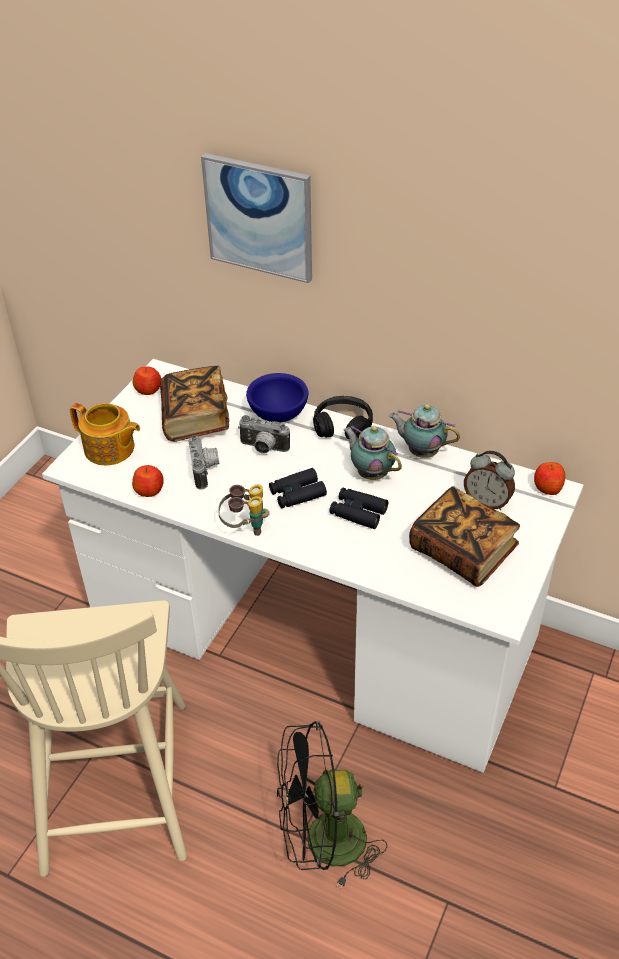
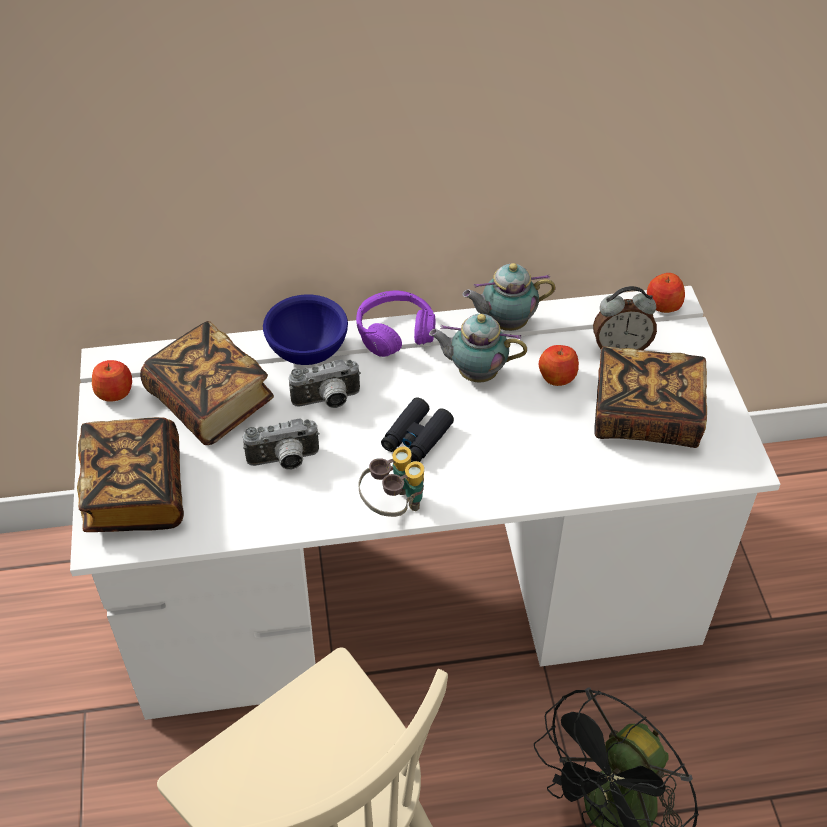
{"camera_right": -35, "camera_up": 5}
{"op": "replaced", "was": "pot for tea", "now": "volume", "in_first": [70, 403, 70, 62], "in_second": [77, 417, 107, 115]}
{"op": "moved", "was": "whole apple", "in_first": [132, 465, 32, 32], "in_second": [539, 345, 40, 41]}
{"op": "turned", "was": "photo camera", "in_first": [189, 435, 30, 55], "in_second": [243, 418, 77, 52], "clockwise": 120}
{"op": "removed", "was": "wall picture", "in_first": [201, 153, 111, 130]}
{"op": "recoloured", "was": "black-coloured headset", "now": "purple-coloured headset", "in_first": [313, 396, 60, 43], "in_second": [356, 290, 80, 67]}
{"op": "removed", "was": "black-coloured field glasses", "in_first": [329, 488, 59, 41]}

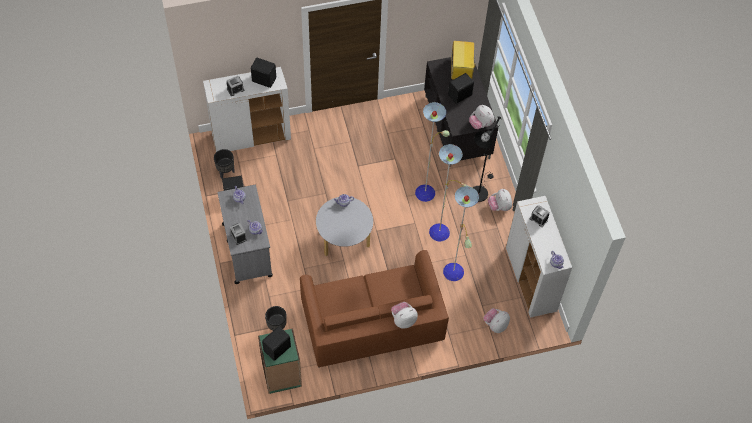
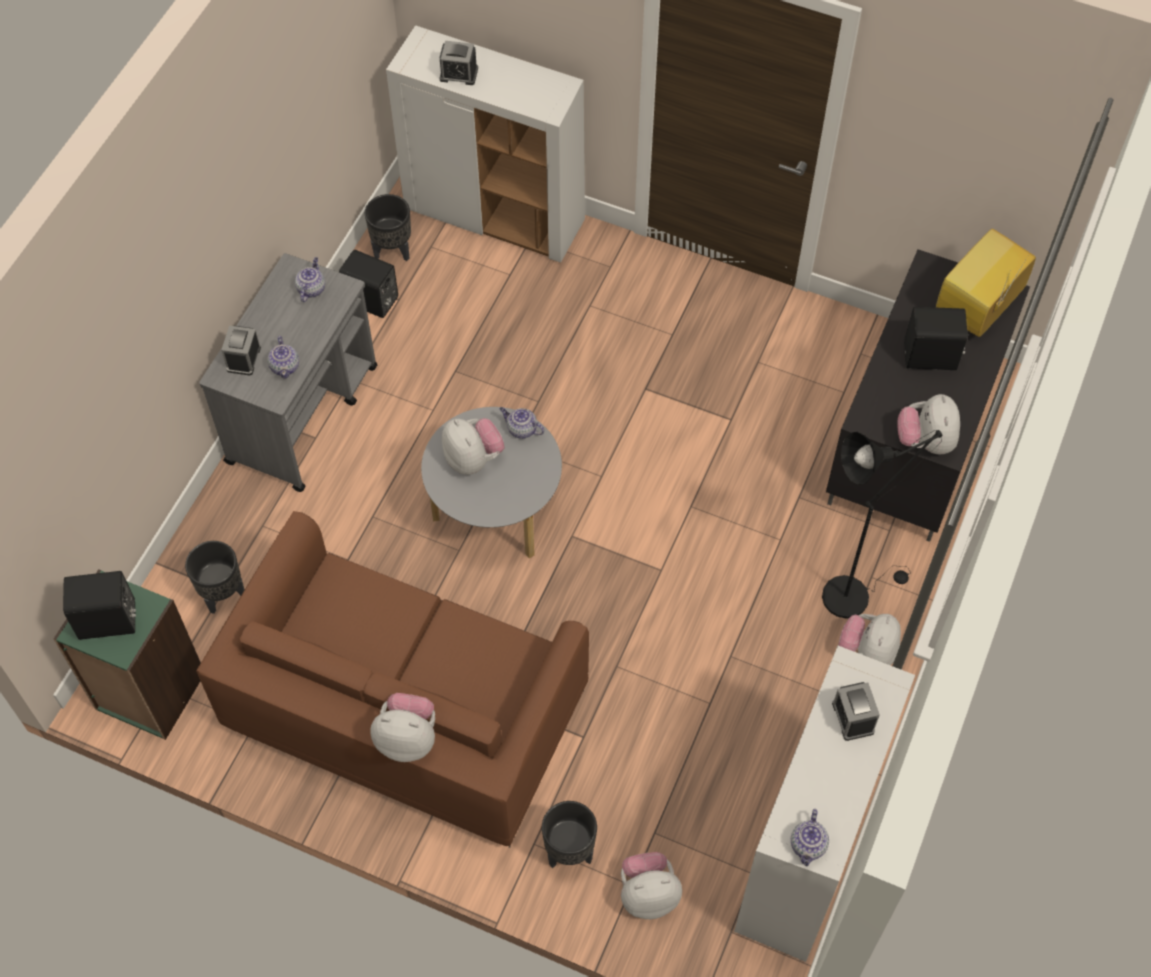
{"camera_right": 40, "camera_up": 0}
{"op": "removed", "was": "black-coloured speaker", "in_first": [251, 58, 25, 30]}
{"op": "removed", "was": "floor lamp", "in_first": [415, 102, 64, 179]}
{"op": "added", "now": "plush toy", "in_second": [442, 418, 63, 57]}
{"op": "added", "now": "black-coloured flower pot", "in_second": [542, 801, 55, 67]}

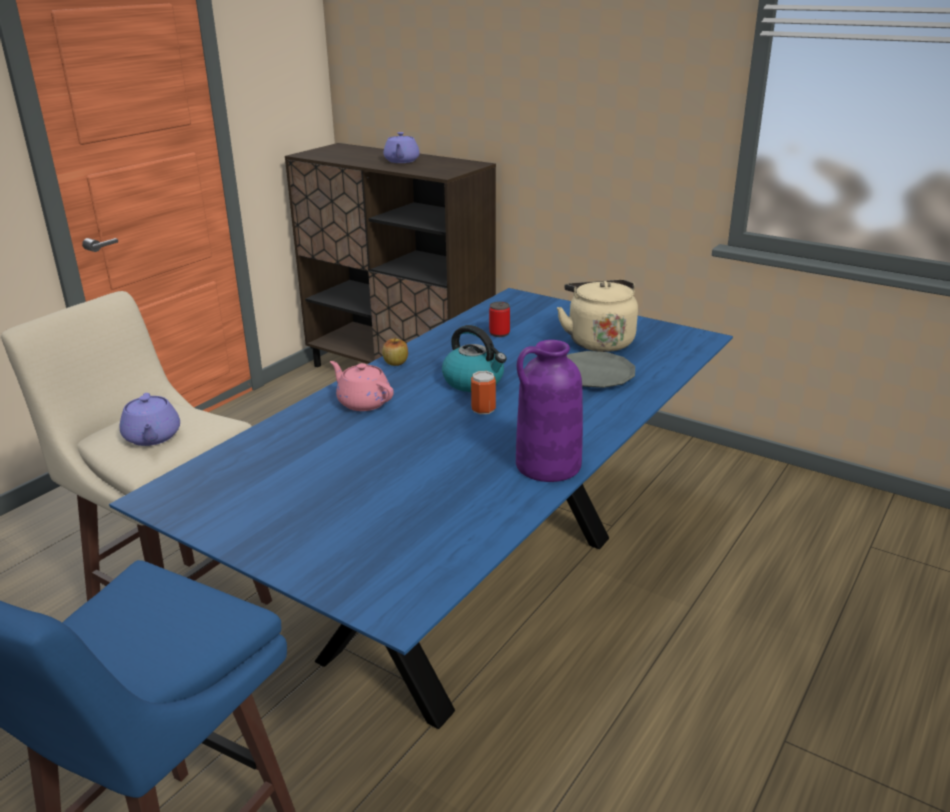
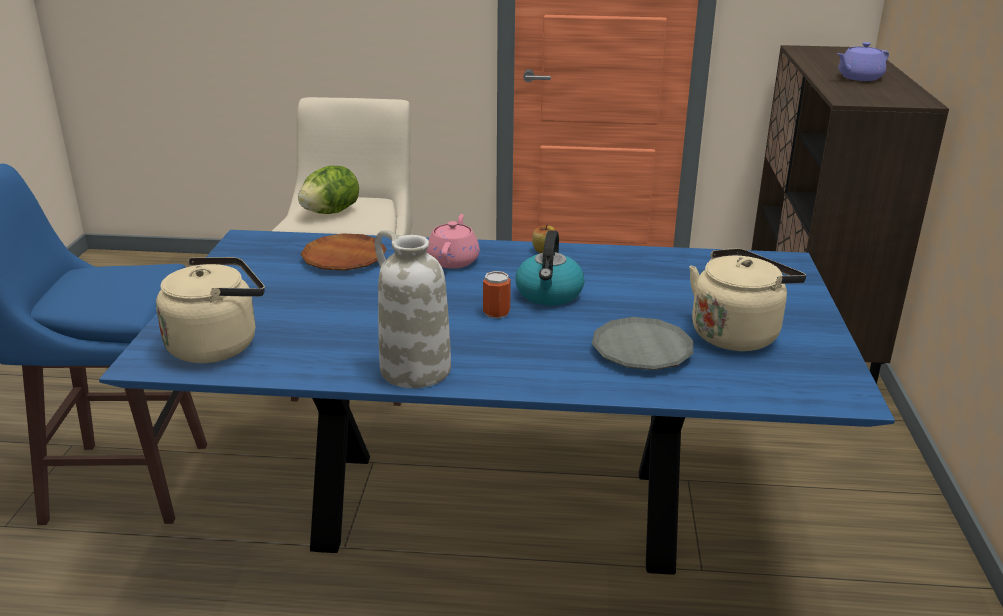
{"camera_right": 60, "camera_up": 0}
{"op": "replaced", "was": "purple-coloured pot for tea", "now": "lettuce", "in_first": [119, 393, 61, 53], "in_second": [298, 166, 61, 48]}
{"op": "removed", "was": "sealed can", "in_first": [489, 302, 21, 35]}
{"op": "recoloured", "was": "purple-coloured vase", "now": "white-coloured vase", "in_first": [516, 340, 67, 142], "in_second": [375, 230, 76, 158]}
{"op": "added", "now": "beige tea kettle", "in_second": [156, 257, 109, 106]}
{"op": "added", "now": "brown flat dish", "in_second": [301, 233, 86, 38]}

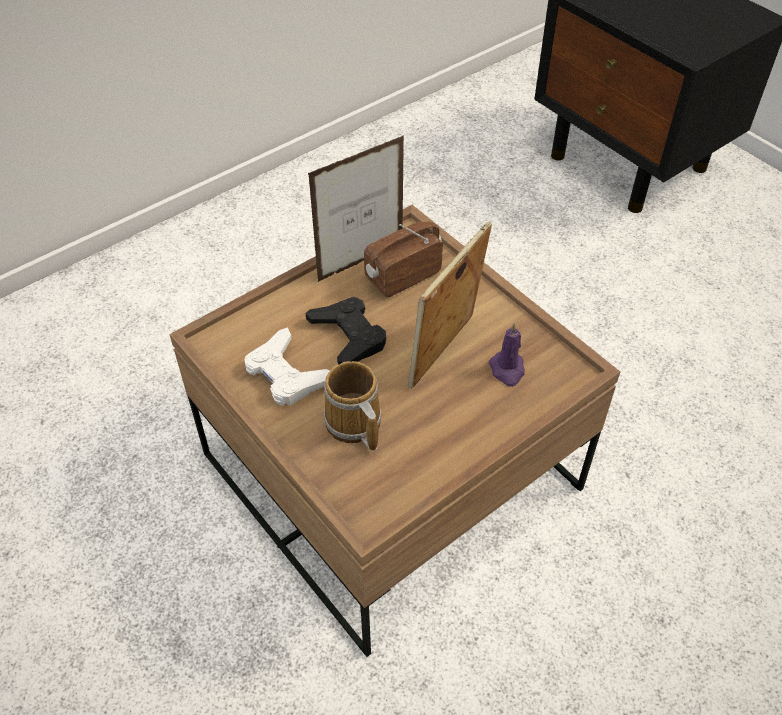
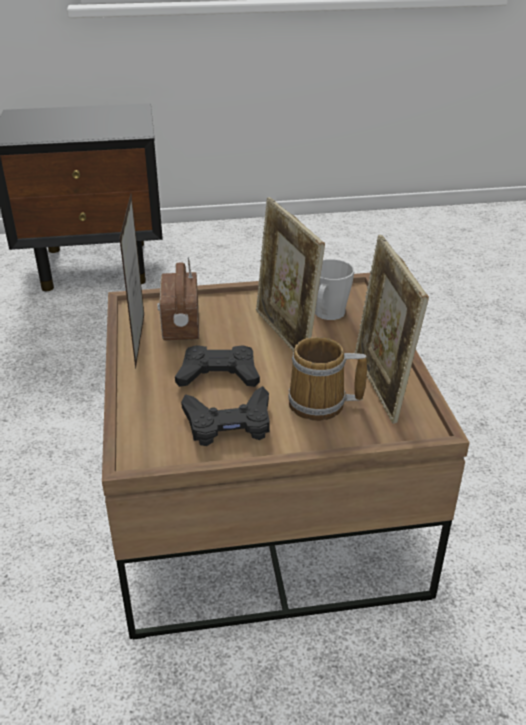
{"camera_right": -60, "camera_up": -15}
{"op": "recoloured", "was": "white-coloured gamepad", "now": "black-coloured gamepad", "in_first": [244, 327, 86, 79], "in_second": [181, 386, 89, 60]}
{"op": "replaced", "was": "purple-coloured candle", "now": "greyish tea mug", "in_first": [489, 322, 36, 65], "in_second": [315, 259, 39, 61]}
{"op": "added", "now": "photo frame", "in_second": [354, 235, 75, 189]}

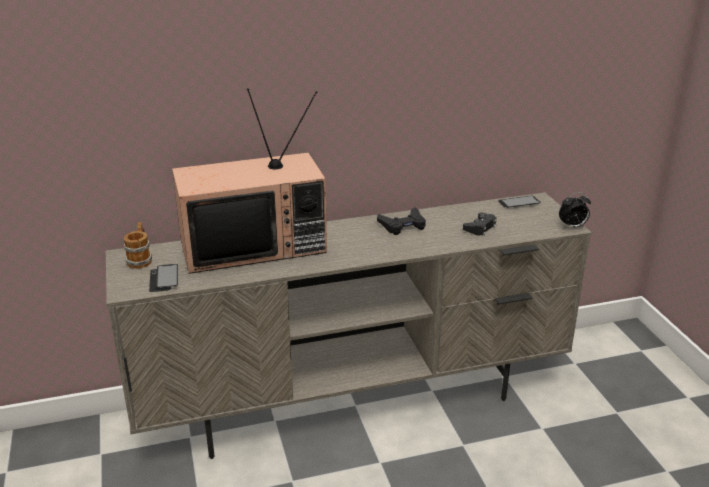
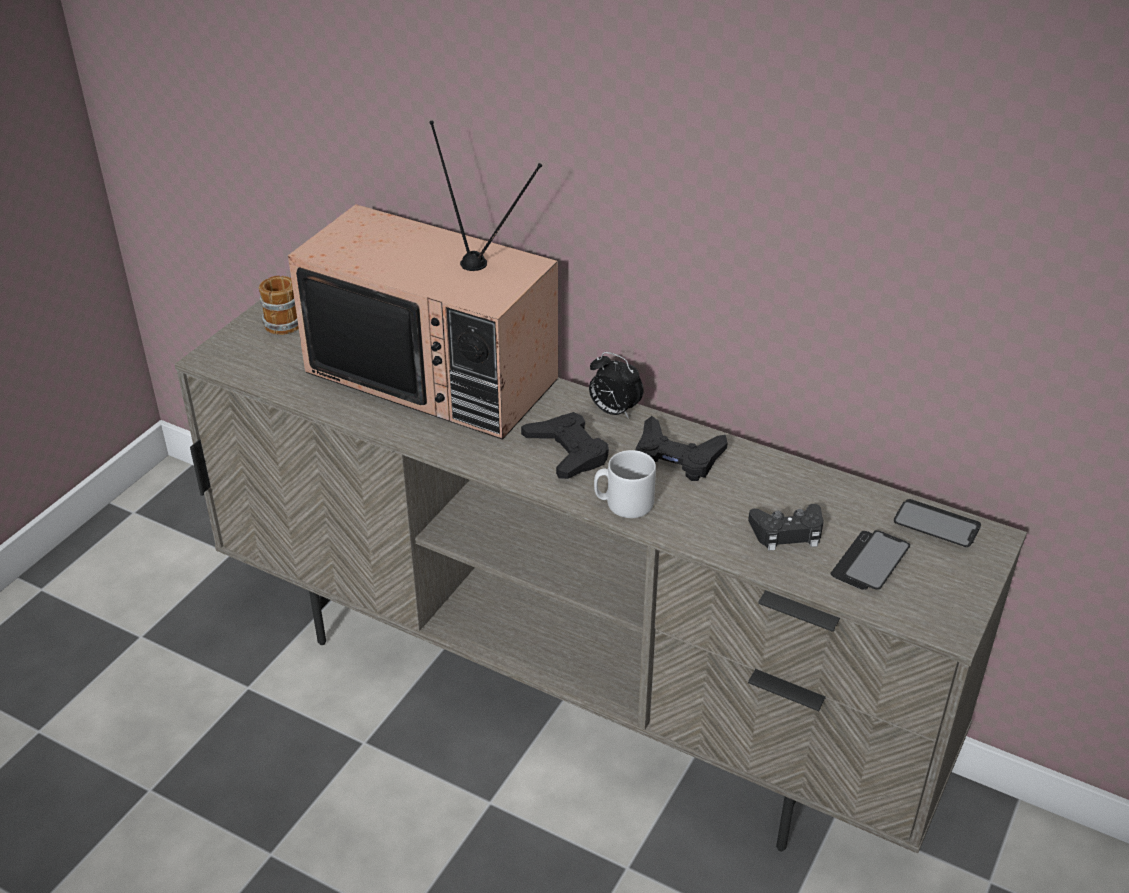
{"camera_right": 45, "camera_up": 10}
{"op": "moved", "was": "handset", "in_first": [149, 264, 29, 28], "in_second": [830, 530, 80, 60]}
{"op": "moved", "was": "table clock", "in_first": [559, 192, 32, 37], "in_second": [589, 352, 54, 67]}
{"op": "added", "now": "black-coloured gamepad", "in_second": [521, 412, 88, 67]}
{"op": "added", "now": "greyish tea mug", "in_second": [594, 450, 62, 68]}

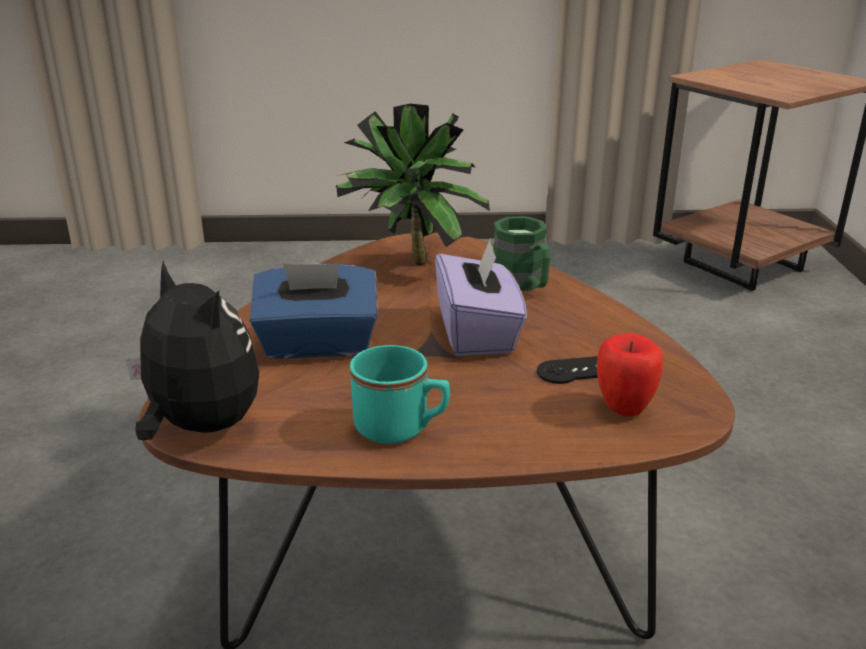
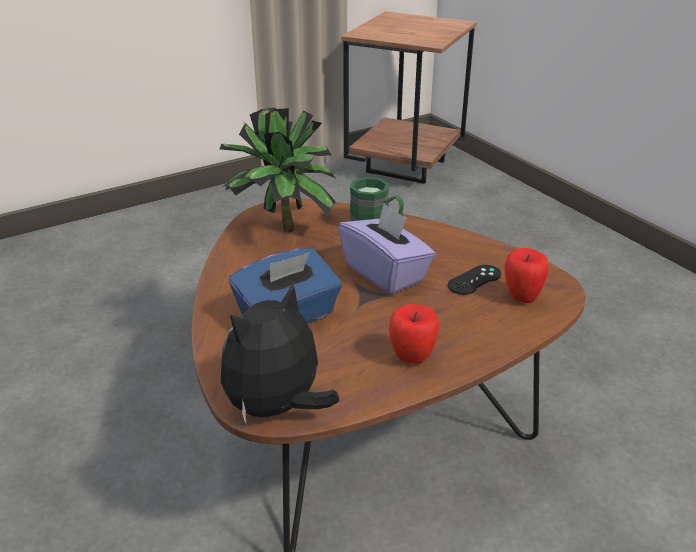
{"camera_right": -30, "camera_up": 5}
{"op": "turned", "was": "plush toy", "in_first": [126, 261, 133, 179], "in_second": [221, 282, 118, 145], "clockwise": -60}
{"op": "replaced", "was": "turquoise tea mug", "now": "whole apple", "in_first": [350, 345, 100, 99], "in_second": [389, 304, 50, 60]}

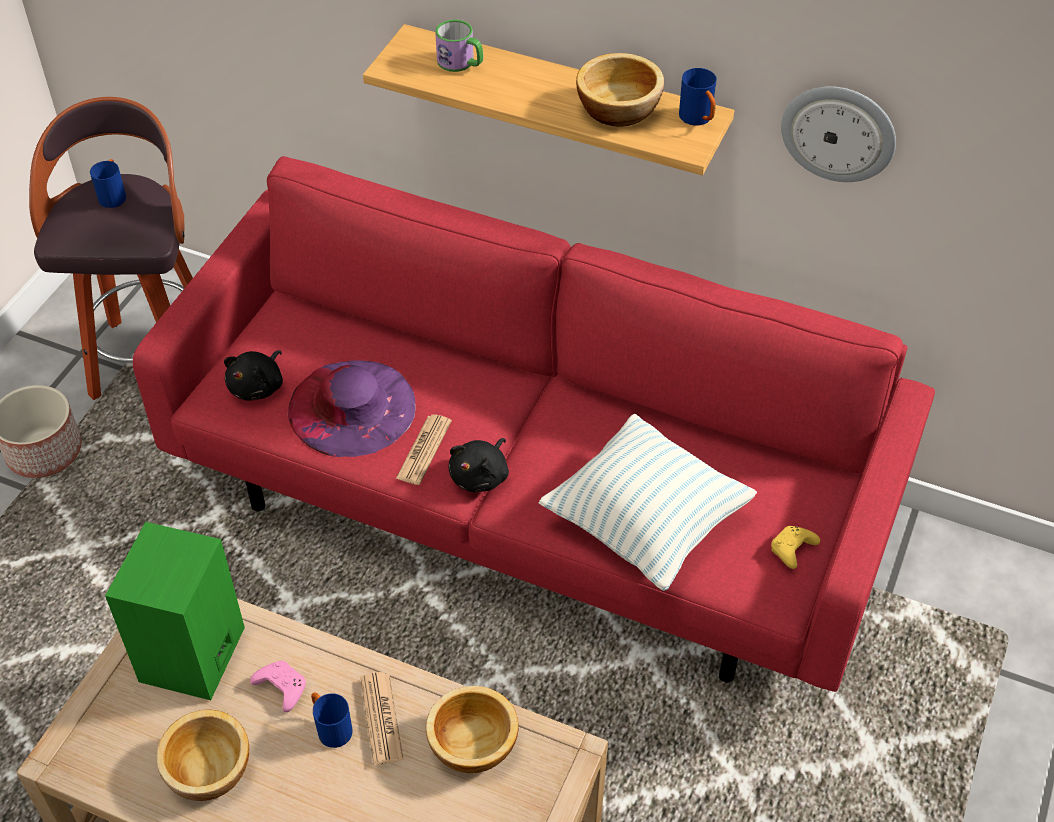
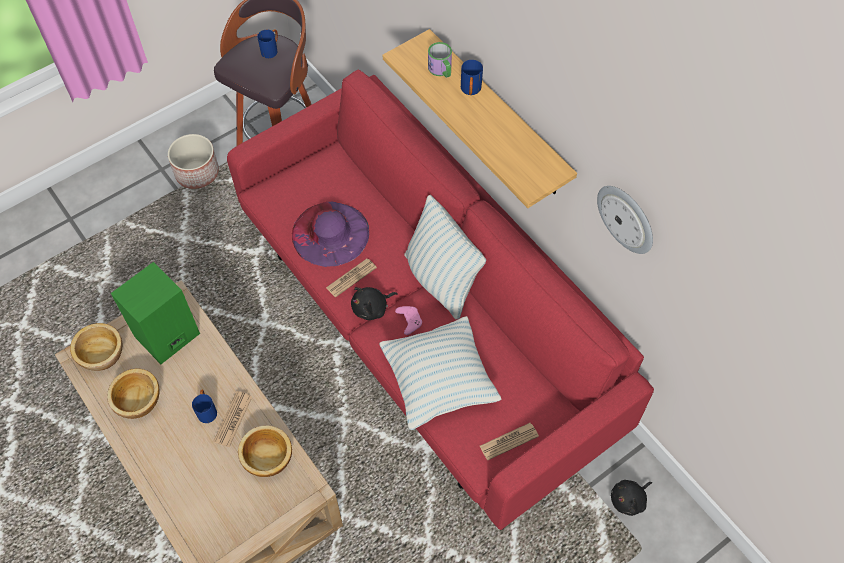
{"camera_right": 30, "camera_up": 10}
{"op": "moved", "was": "black-coloured plush toy", "in_first": [224, 350, 59, 51], "in_second": [611, 480, 41, 36]}
{"op": "moved", "was": "pink-coloured gamepad", "in_first": [250, 661, 56, 51], "in_second": [395, 306, 27, 29]}
{"op": "moved", "was": "serving bowl", "in_first": [576, 53, 88, 74], "in_second": [70, 323, 52, 48]}
{"op": "moved", "was": "blue-coloured tea mug", "in_first": [679, 68, 38, 57], "in_second": [461, 60, 22, 35]}
{"op": "replaced", "was": "yellowish gamepad", "now": "newspaper", "in_first": [771, 526, 49, 43], "in_second": [480, 423, 59, 38]}
{"op": "added", "now": "pillow", "in_second": [404, 195, 82, 125]}

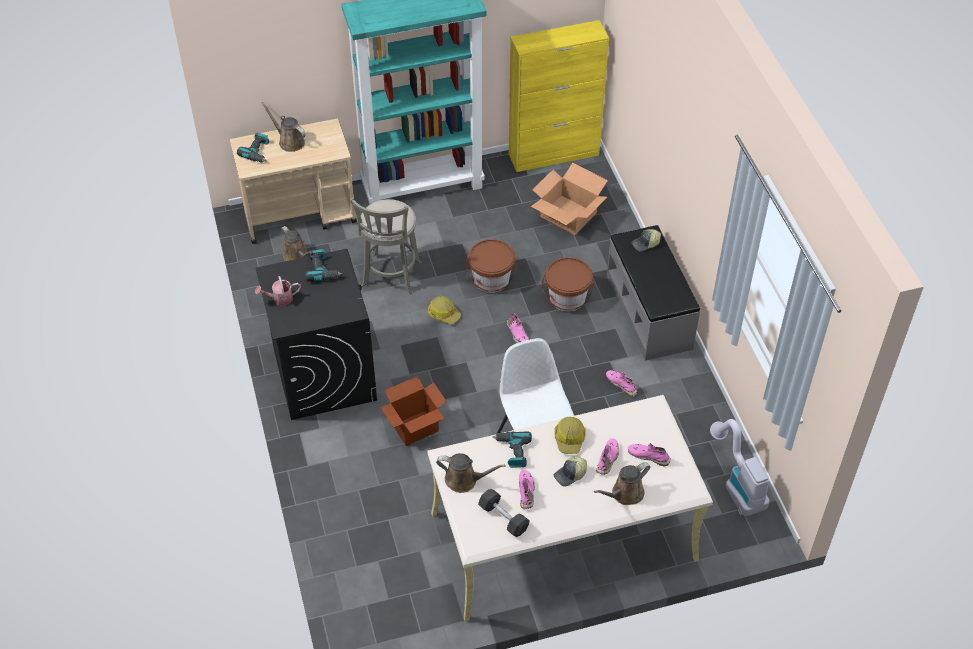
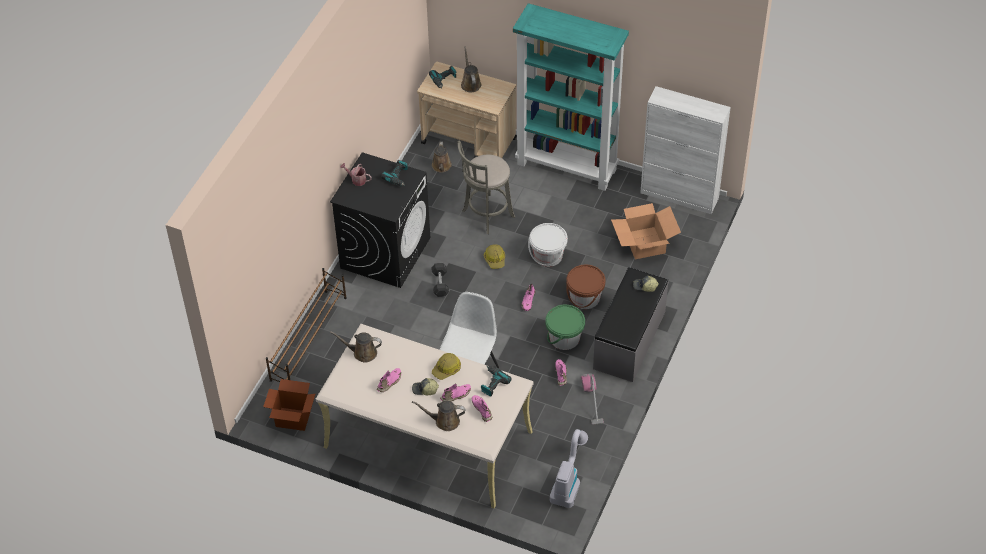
{"camera_right": 40, "camera_up": 0}
{"op": "moved", "was": "cardboard box", "in_first": [381, 376, 66, 70], "in_second": [263, 379, 52, 52]}
{"op": "turned", "was": "brown watering can", "in_first": [436, 453, 70, 40], "in_second": [330, 331, 52, 31], "clockwise": 135}
{"op": "recoloured", "was": "brown pail", "now": "white-coloured pail", "in_first": [466, 239, 51, 54], "in_second": [528, 223, 40, 44]}
{"op": "moved", "was": "greyish dumbbell", "in_first": [478, 489, 52, 48], "in_second": [431, 263, 18, 34]}
{"op": "moved", "was": "power drill", "in_first": [492, 431, 40, 37], "in_second": [481, 366, 31, 31]}
{"op": "recoloured", "was": "yellowish cabinet", "now": "white-coloured cabinet", "in_first": [509, 20, 100, 152], "in_second": [640, 86, 91, 128]}
{"op": "added", "now": "brown shoe stand", "in_second": [266, 268, 81, 114]}
{"op": "added", "now": "green-coloured pail", "in_second": [545, 305, 40, 45]}
{"op": "added", "now": "hoover", "in_second": [581, 374, 23, 51]}

